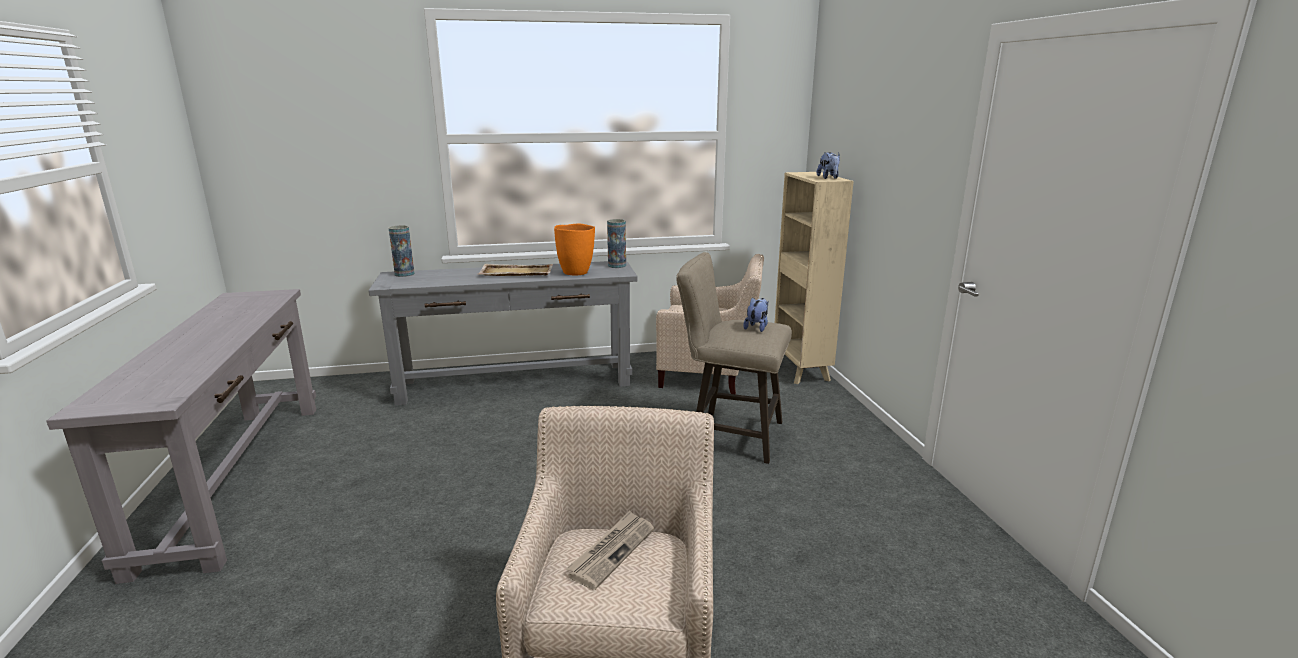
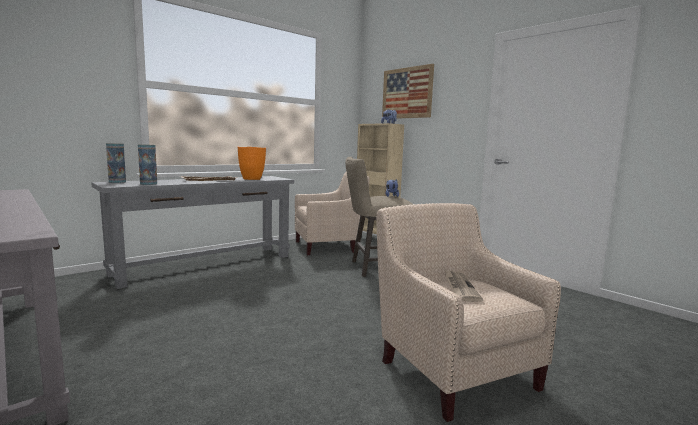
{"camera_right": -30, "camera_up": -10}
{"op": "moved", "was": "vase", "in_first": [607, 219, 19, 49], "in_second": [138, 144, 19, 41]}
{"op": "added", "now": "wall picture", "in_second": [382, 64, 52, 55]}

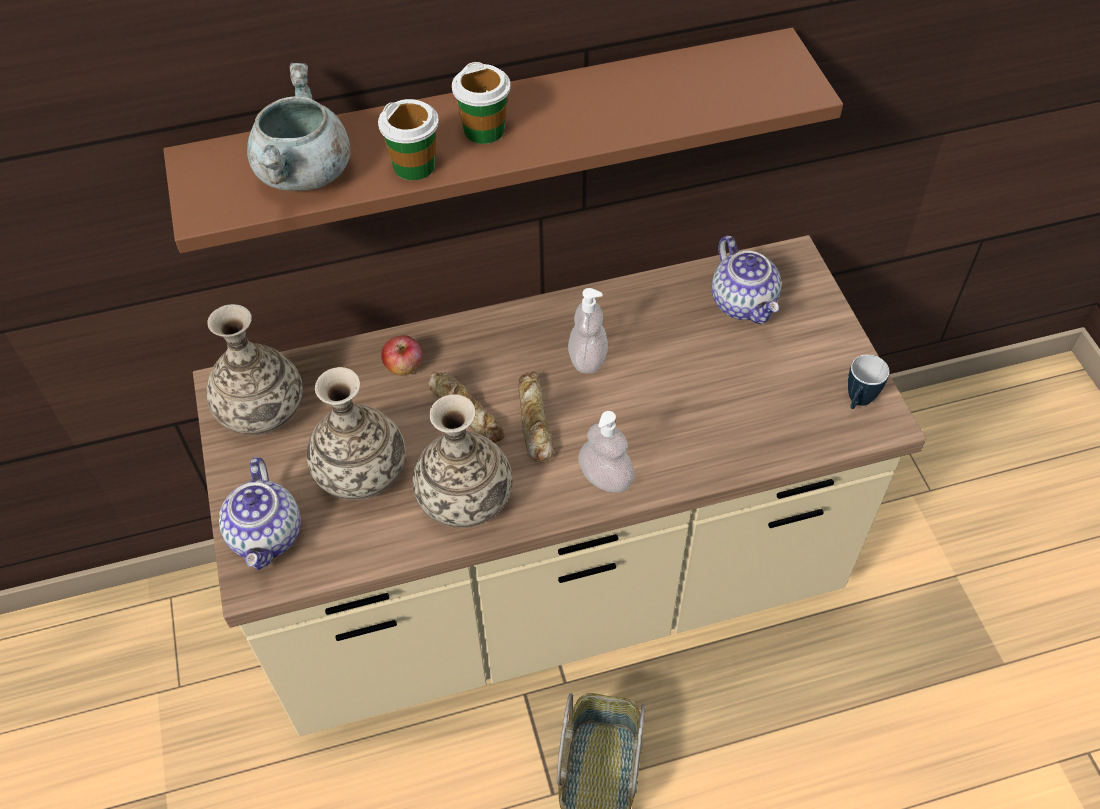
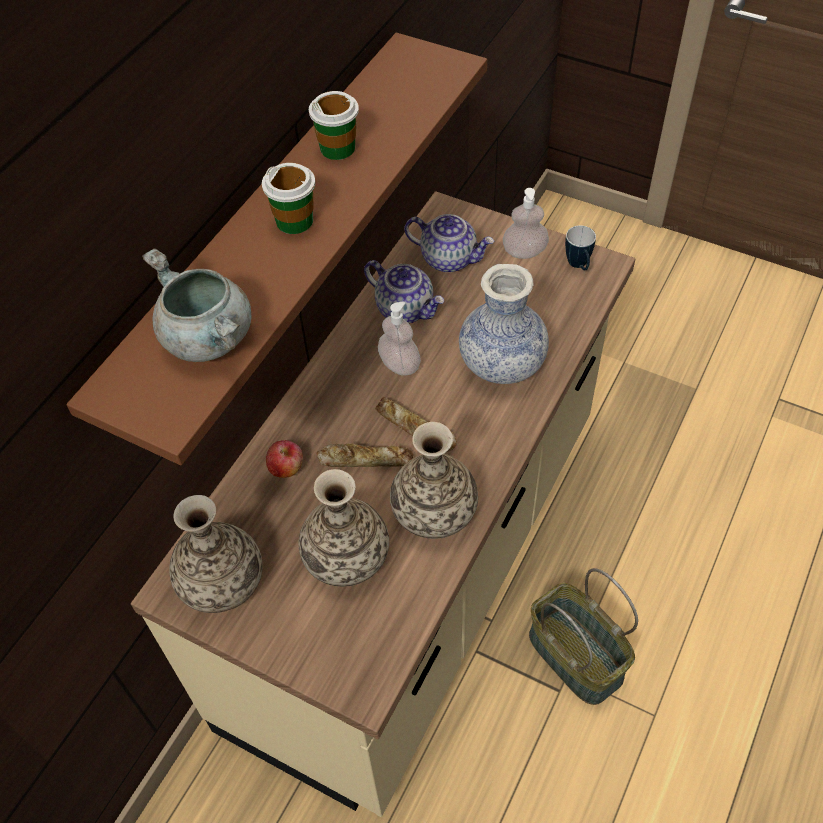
{"camera_right": -45, "camera_up": 0}
{"op": "moved", "was": "pot for tea", "in_first": [219, 457, 82, 113], "in_second": [364, 260, 80, 63]}
{"op": "moved", "was": "small cup", "in_first": [378, 99, 61, 81], "in_second": [309, 91, 50, 69]}
{"op": "moved", "was": "soap dispenser", "in_first": [578, 411, 57, 82], "in_second": [503, 188, 46, 71]}
{"op": "added", "now": "vase", "in_second": [459, 264, 90, 120]}

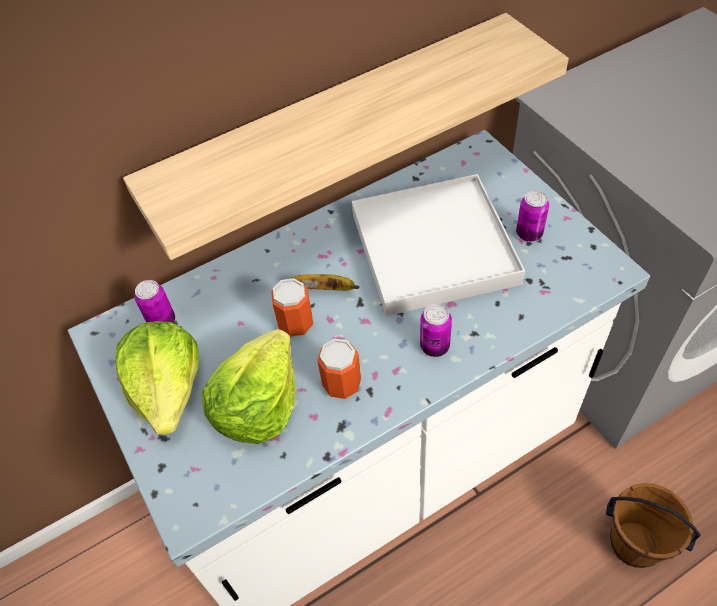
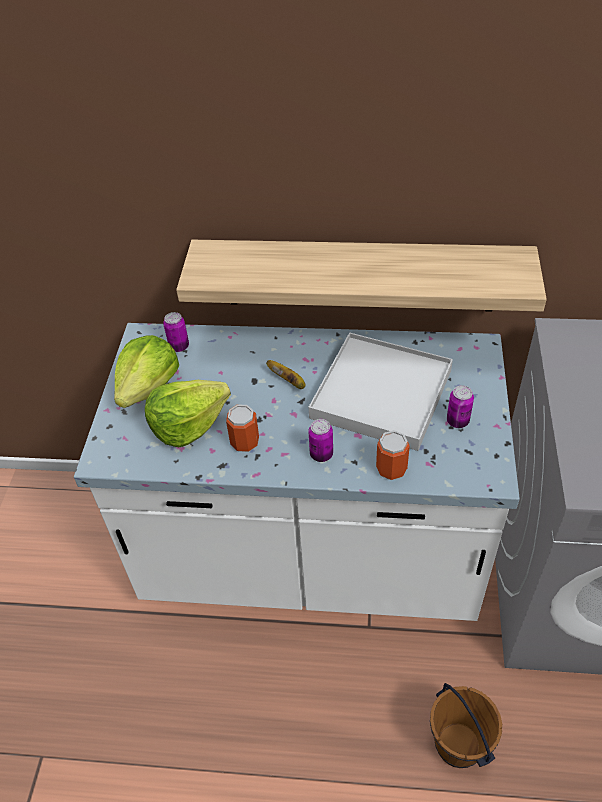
{"camera_right": 35, "camera_up": -5}
{"op": "moved", "was": "sealed can", "in_first": [271, 278, 42, 59], "in_second": [376, 430, 34, 50]}

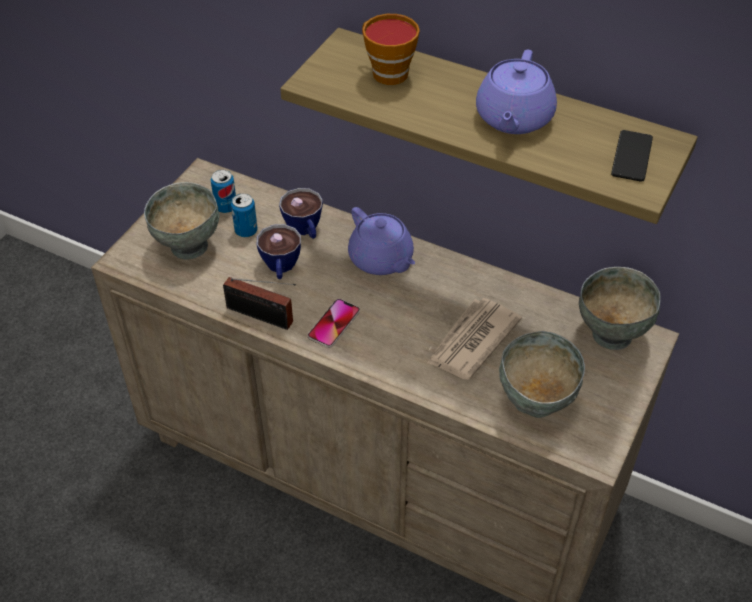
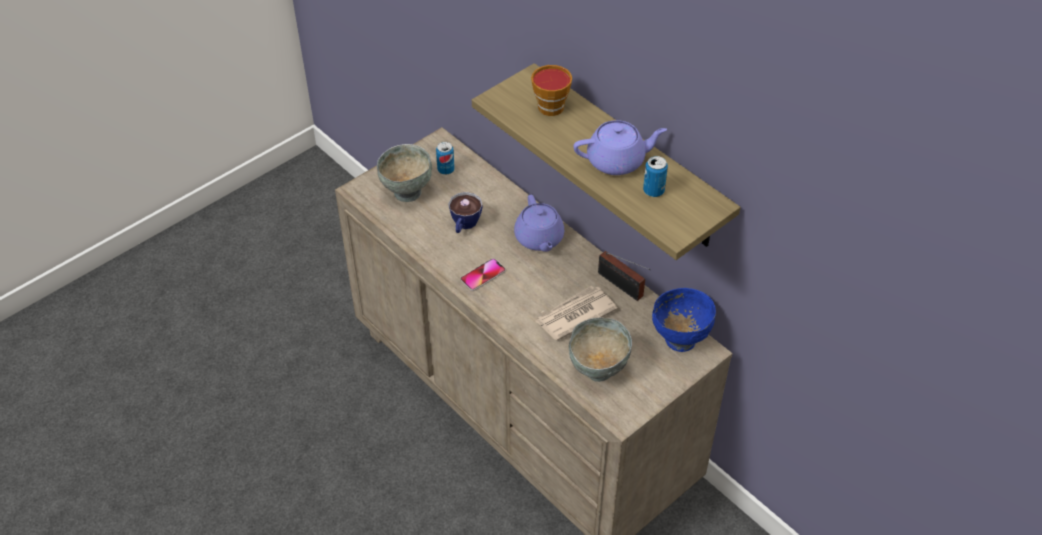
{"camera_right": 20, "camera_up": 0}
{"op": "moved", "was": "radio", "in_first": [223, 277, 73, 53], "in_second": [598, 251, 53, 50]}
{"op": "moved", "was": "sealed can", "in_first": [231, 193, 27, 44], "in_second": [643, 156, 25, 41]}
{"op": "removed", "was": "small cup", "in_first": [279, 188, 44, 51]}
{"op": "turned", "was": "purple-coloured pot for tea", "in_first": [476, 50, 81, 84], "in_second": [573, 120, 94, 55], "clockwise": -135}
{"op": "recoloured", "was": "greyish serving bowl", "now": "blue-coloured serving bowl", "in_first": [579, 267, 82, 83], "in_second": [652, 288, 64, 64]}
{"op": "removed", "was": "handset", "in_first": [611, 130, 42, 52]}

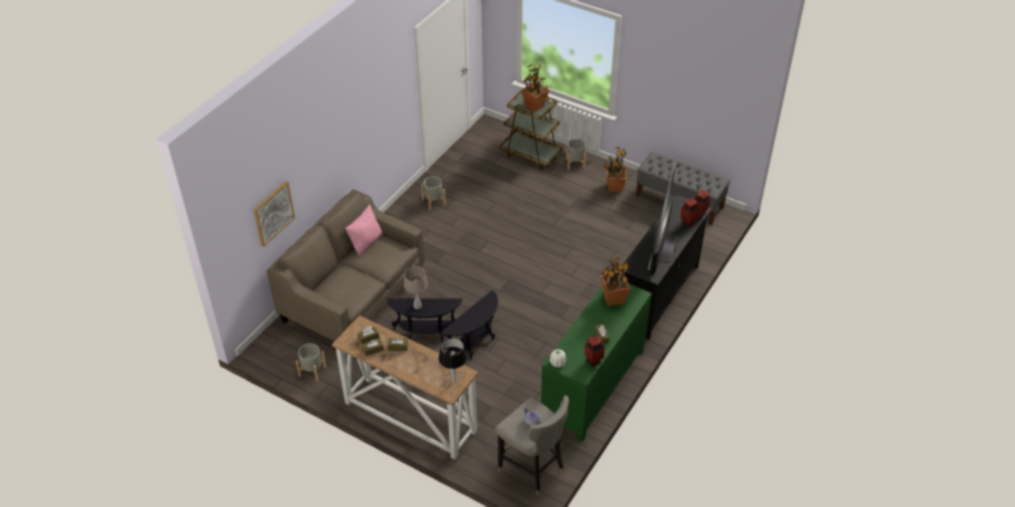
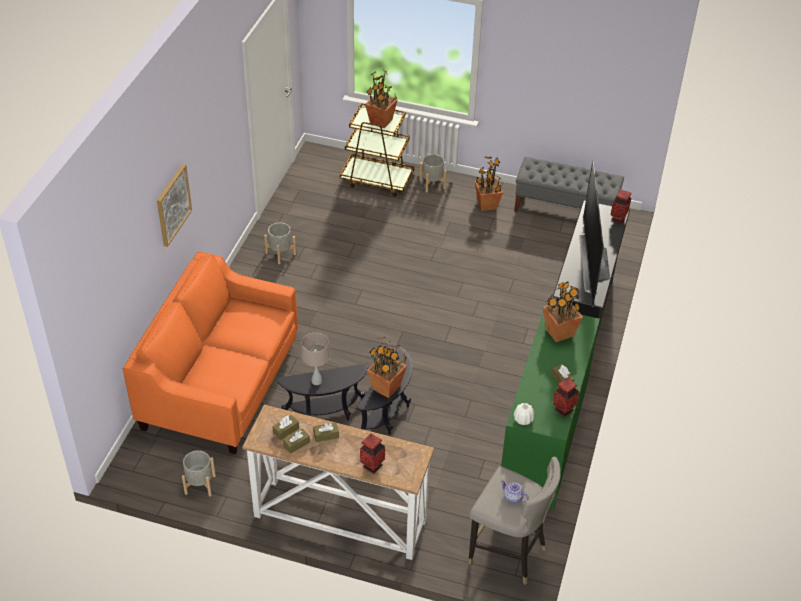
{"camera_right": -15, "camera_up": 0}
{"op": "moved", "was": "wall picture", "in_first": [253, 181, 42, 66], "in_second": [157, 164, 35, 83]}
{"op": "recoloured", "was": "beige couch", "now": "orangey couch", "in_first": [267, 189, 158, 152], "in_second": [123, 251, 176, 203]}
{"op": "removed", "was": "pink-coloured pillow", "in_first": [345, 204, 38, 52]}
{"op": "removed", "was": "tabletop lamp", "in_first": [438, 338, 29, 45]}
{"op": "moved", "was": "vase", "in_first": [681, 198, 19, 29], "in_second": [360, 433, 25, 41]}
{"op": "added", "now": "potted plant", "in_second": [367, 337, 40, 61]}

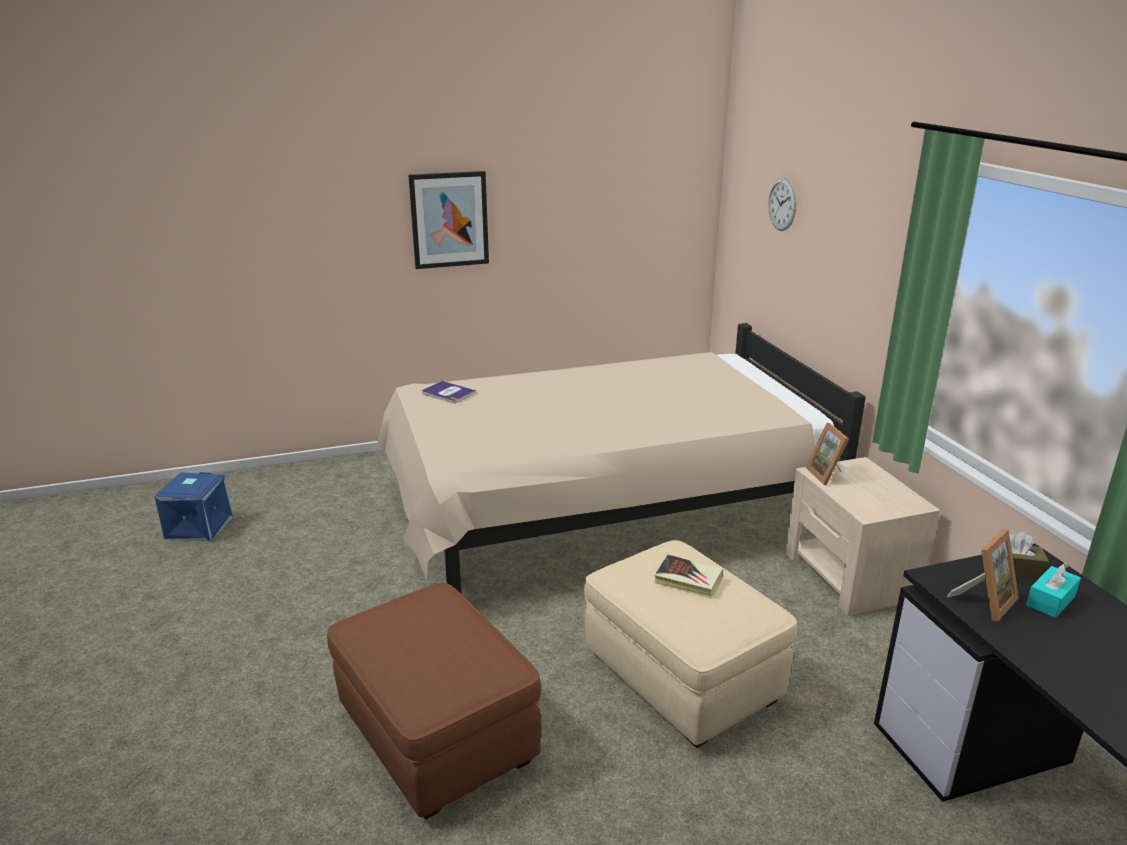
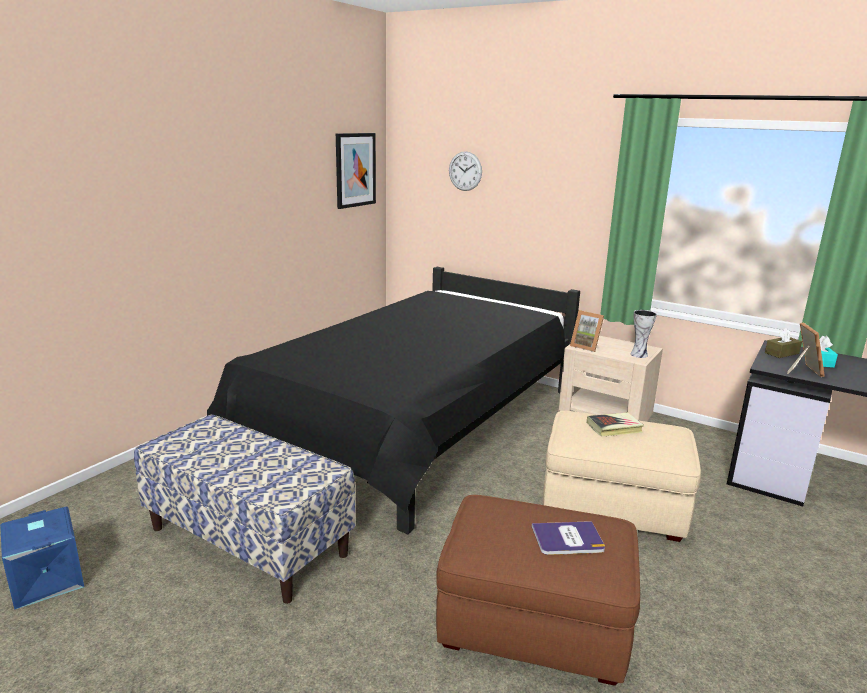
{"camera_right": -40, "camera_up": -5}
{"op": "recoloured", "was": "beige bedroom bed", "now": "black-coloured bedroom bed", "in_first": [377, 323, 489, 271], "in_second": [207, 267, 373, 267]}
{"op": "moved", "was": "wall picture", "in_first": [409, 171, 80, 98], "in_second": [336, 133, 40, 76]}
{"op": "moved", "was": "volume", "in_first": [422, 381, 54, 22], "in_second": [532, 521, 73, 34]}
{"op": "added", "now": "bench", "in_second": [134, 414, 221, 190]}
{"op": "added", "now": "vase", "in_second": [631, 310, 26, 48]}

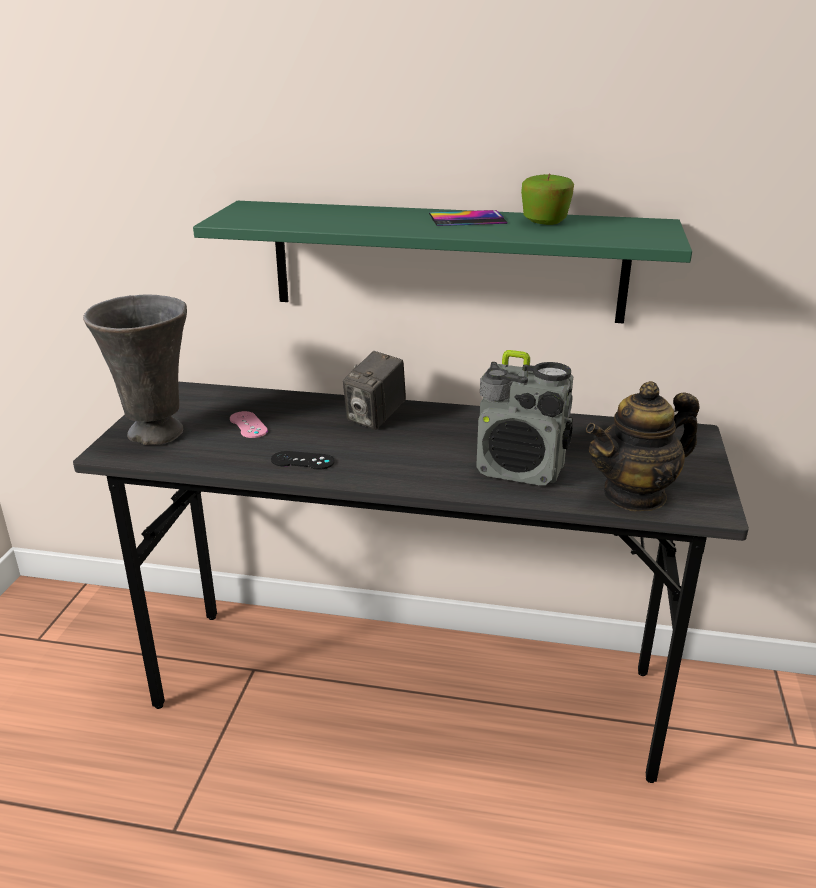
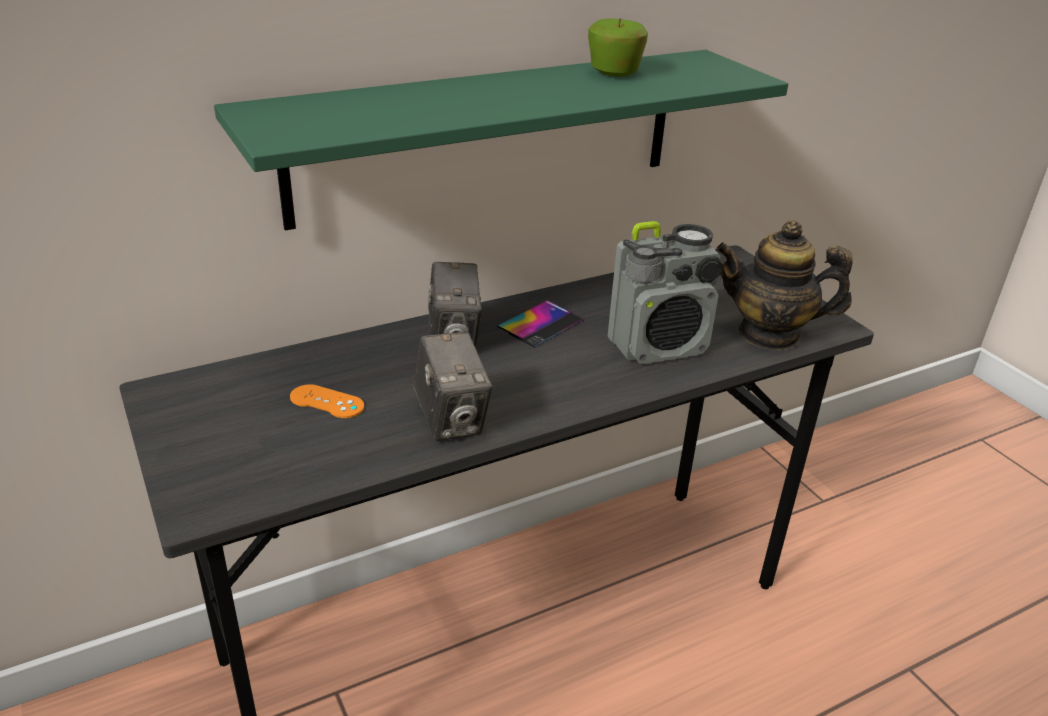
{"camera_right": -40, "camera_up": 5}
{"op": "removed", "was": "greyish vase", "in_first": [83, 295, 104, 150]}
{"op": "recoloured", "was": "pink-coloured gamepad", "now": "orangey gamepad", "in_first": [230, 411, 38, 27], "in_second": [290, 384, 74, 34]}
{"op": "replaced", "was": "black-coloured gamepad", "now": "photo camera", "in_first": [271, 451, 64, 19], "in_second": [413, 332, 79, 109]}
{"op": "moved", "was": "handset", "in_first": [429, 210, 79, 16], "in_second": [497, 300, 87, 47]}
{"op": "turned", "was": "pot for tea", "in_first": [586, 381, 113, 130], "in_second": [716, 220, 137, 130], "clockwise": 75}

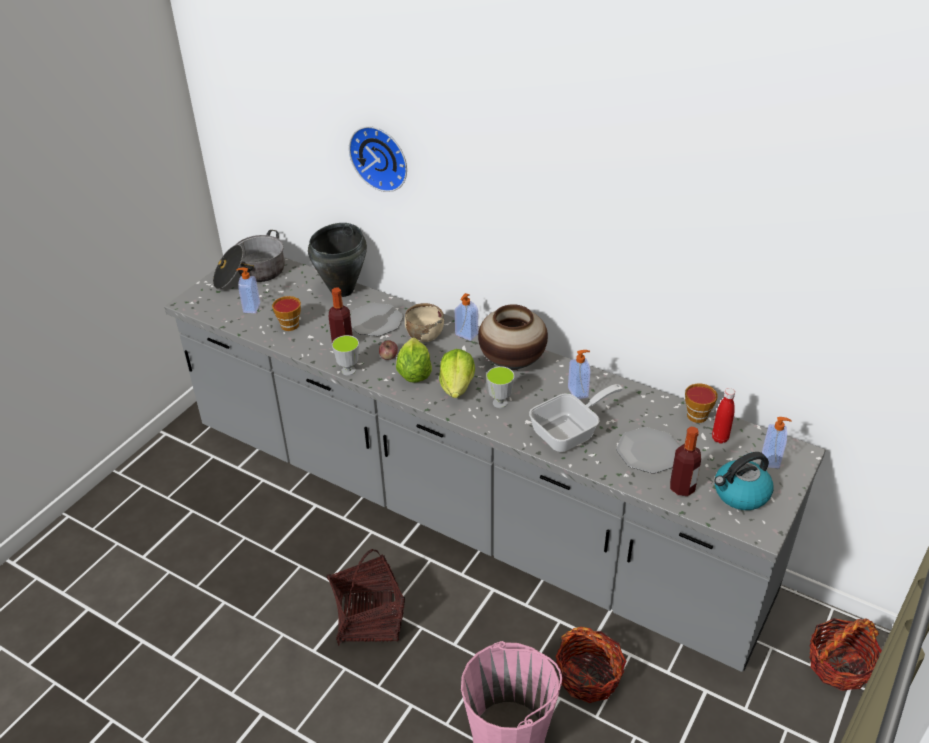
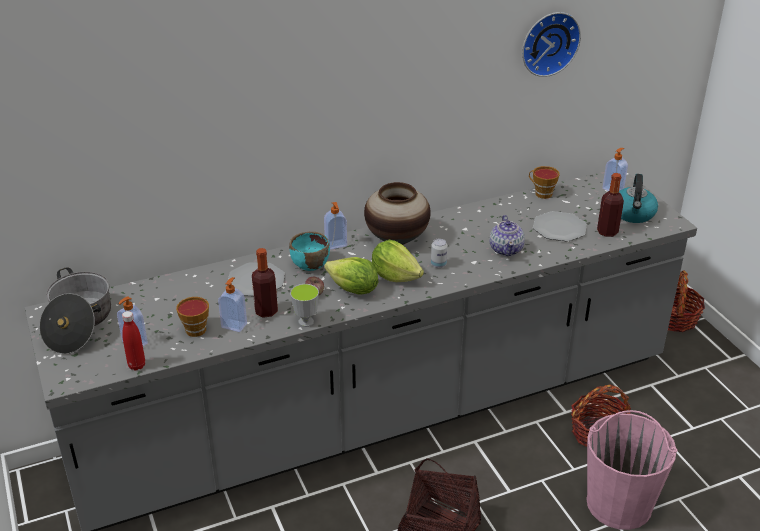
{"camera_right": -55, "camera_up": -5}
{"op": "removed", "was": "black-coloured cooking pot", "in_first": [308, 223, 59, 74]}
{"op": "moved", "was": "wall clock", "in_first": [349, 126, 58, 66], "in_second": [522, 12, 59, 65]}
{"op": "recoloured", "was": "beige serving bowl", "now": "turquoise serving bowl", "in_first": [405, 303, 39, 39], "in_second": [289, 232, 41, 39]}
{"op": "replaced", "was": "small cup", "now": "sealed can", "in_first": [486, 366, 29, 42], "in_second": [431, 238, 17, 30]}
{"op": "replaced", "was": "skillet", "now": "pot for tea", "in_first": [529, 384, 94, 68], "in_second": [489, 215, 36, 41]}
{"op": "moved", "was": "soap dispenser", "in_first": [568, 350, 22, 49], "in_second": [218, 277, 29, 55]}
{"op": "moved", "was": "reddish drink bottle", "in_first": [712, 388, 23, 56], "in_second": [122, 311, 23, 59]}

